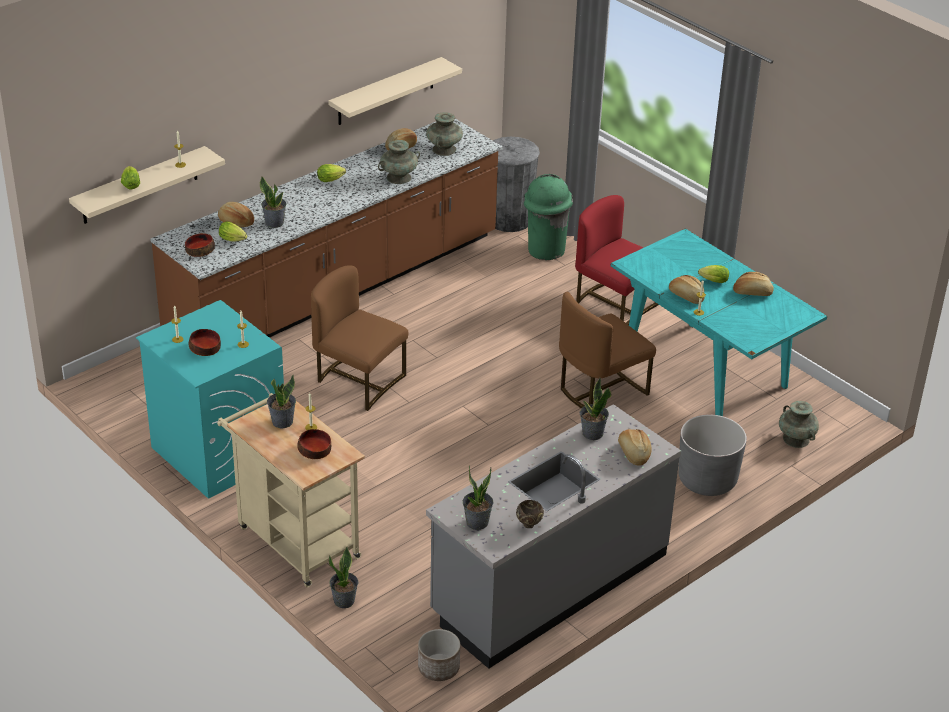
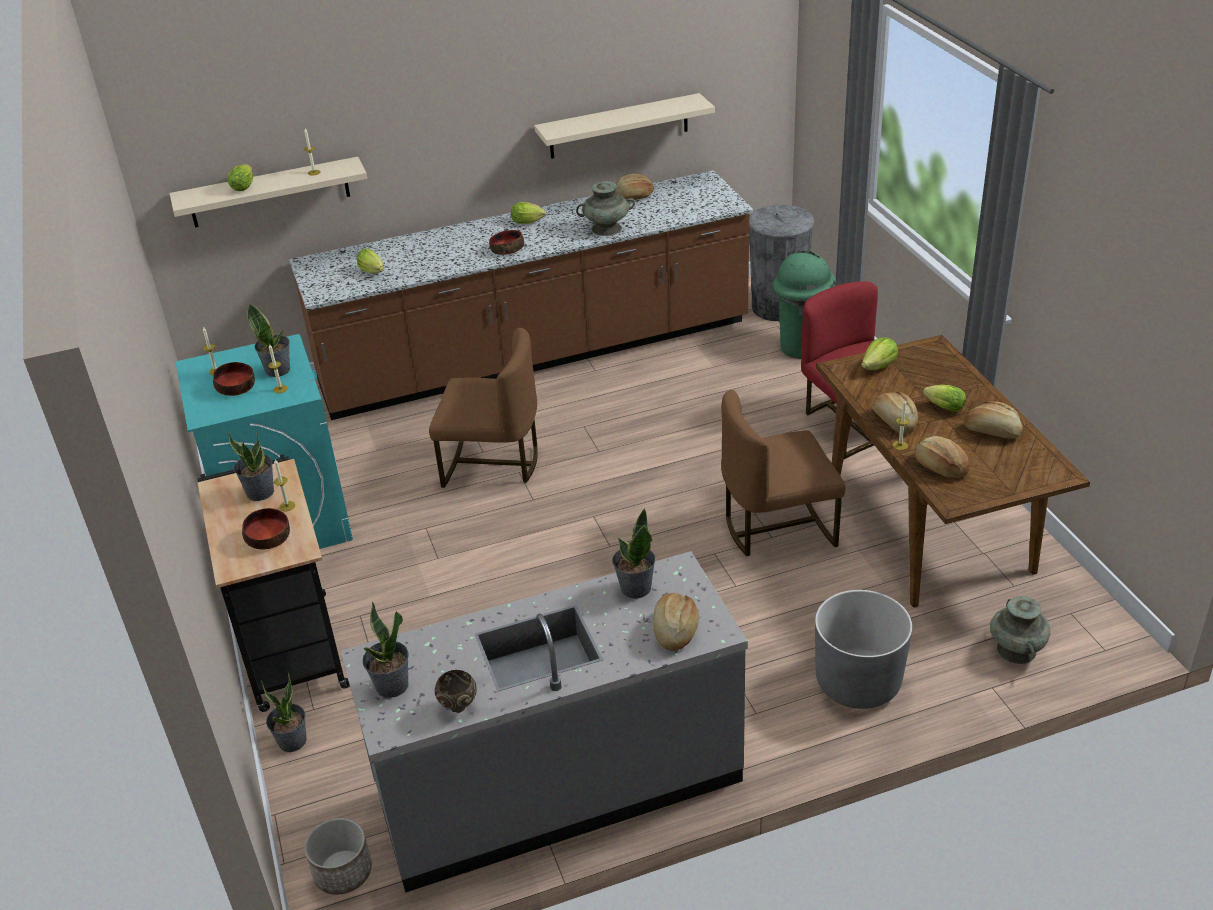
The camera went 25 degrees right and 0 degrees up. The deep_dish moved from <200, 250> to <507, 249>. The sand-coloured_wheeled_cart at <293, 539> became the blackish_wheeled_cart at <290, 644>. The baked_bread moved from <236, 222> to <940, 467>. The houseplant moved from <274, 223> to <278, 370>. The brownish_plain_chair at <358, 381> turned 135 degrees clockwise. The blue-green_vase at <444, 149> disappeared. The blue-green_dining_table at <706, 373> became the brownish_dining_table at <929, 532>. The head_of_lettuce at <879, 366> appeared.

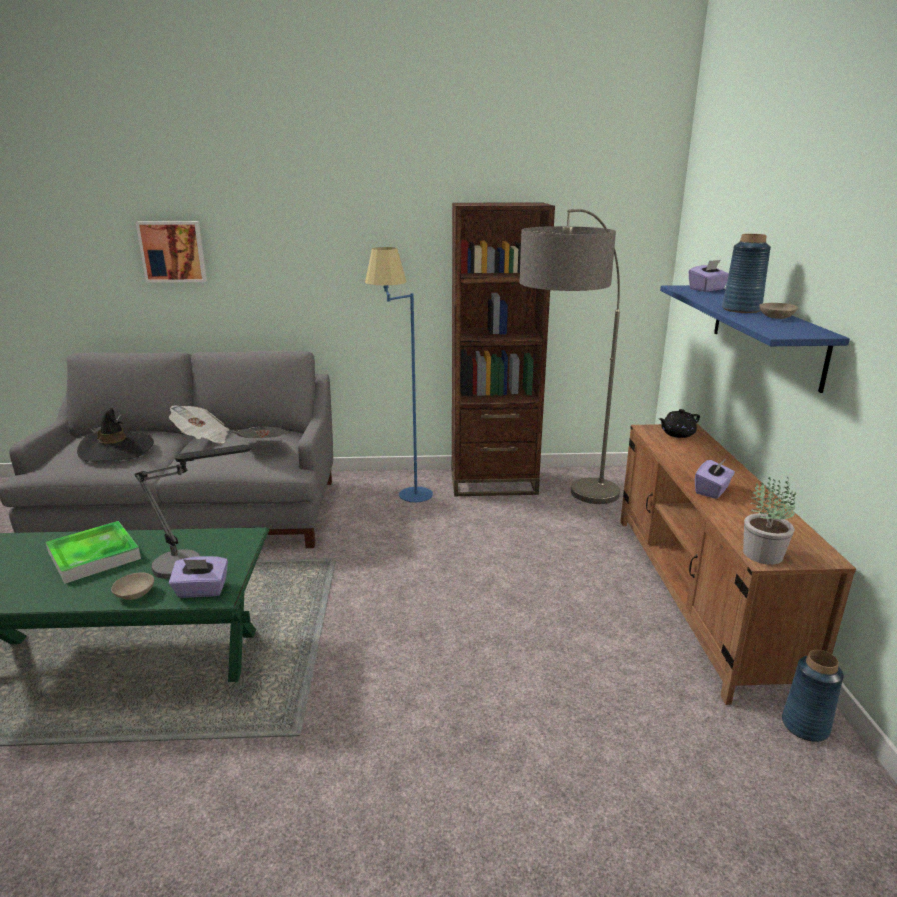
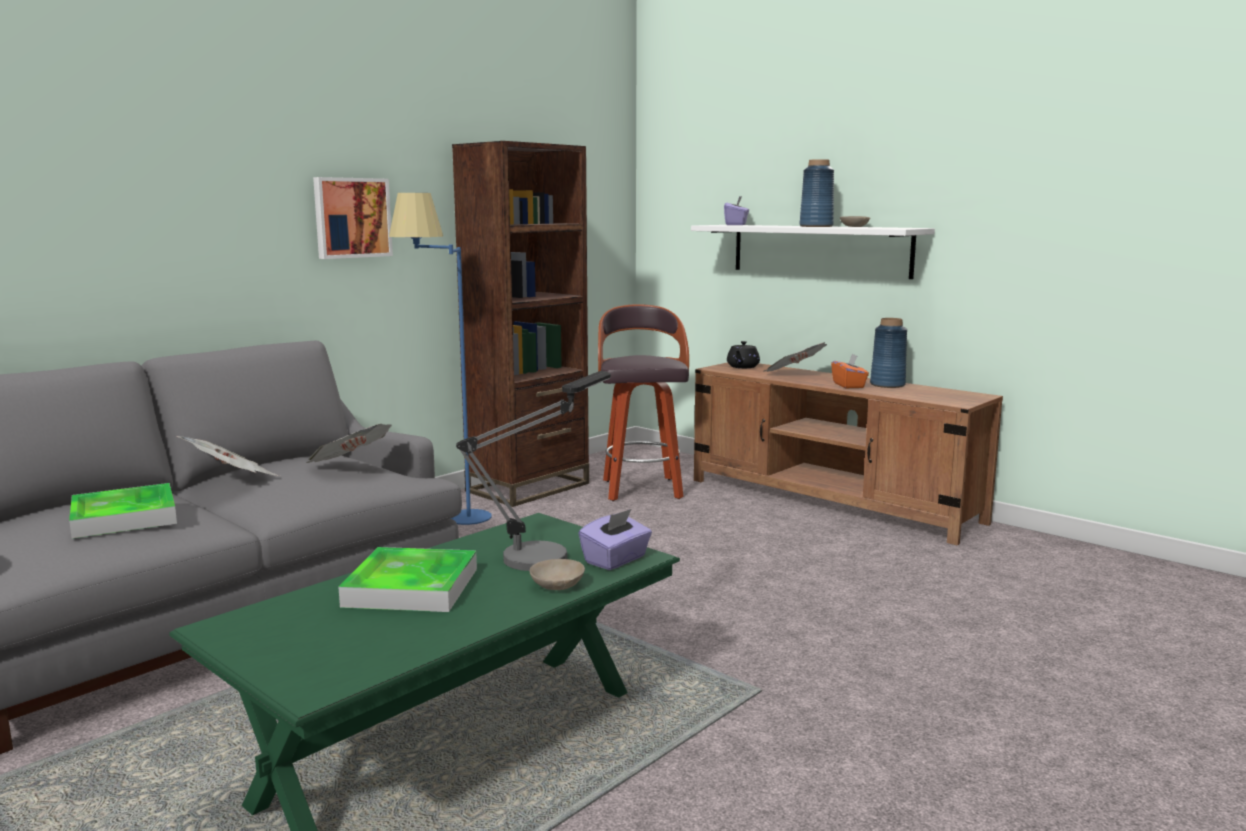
The camera went 45 degrees left and 10 degrees down. The blackish_clothing_hat at <116, 449> was replaced by the tray at <124, 517>. The wall_picture moved from <173, 251> to <351, 218>. The standard_lamp at <565, 514> was replaced by the stool_seat at <641, 489>. The bluish_shelf at <765, 333> became the white-coloured_shelf at <819, 250>. The purple_box_of_tissues at <712, 490> became the orangey_box_of_tissues at <849, 385>. The houseplant at <762, 554> disappeared. The bluish_vase moved from <805, 726> to <887, 385>. The daily_paper at <793, 375> appeared.

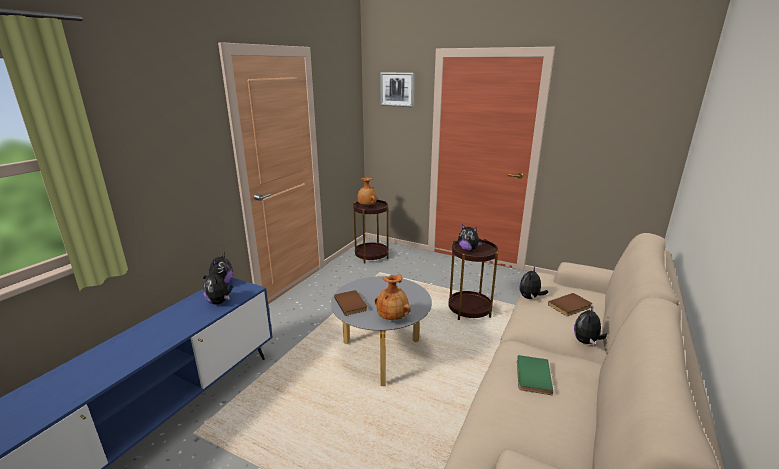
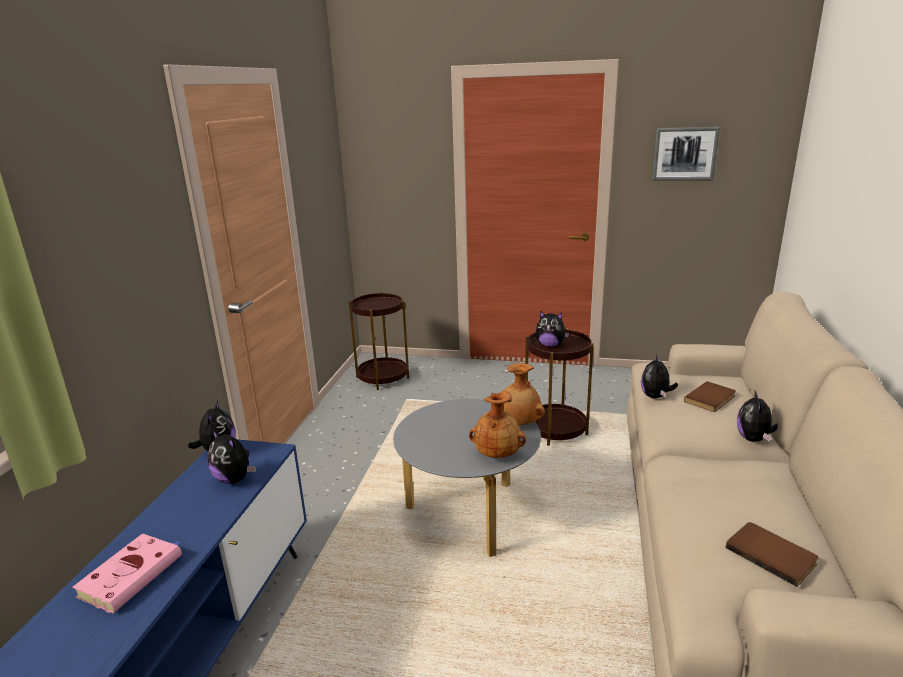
The camera went 15 degrees left and 0 degrees up. The brownish_bound_book moved from <351, 304> to <772, 554>. The brownish_vase moved from <366, 205> to <519, 423>. The wall_picture moved from <397, 89> to <684, 154>. The greenish_bound_book at <531, 376> disappeared. The pink-coloured_bound_book at <133, 574> appeared.

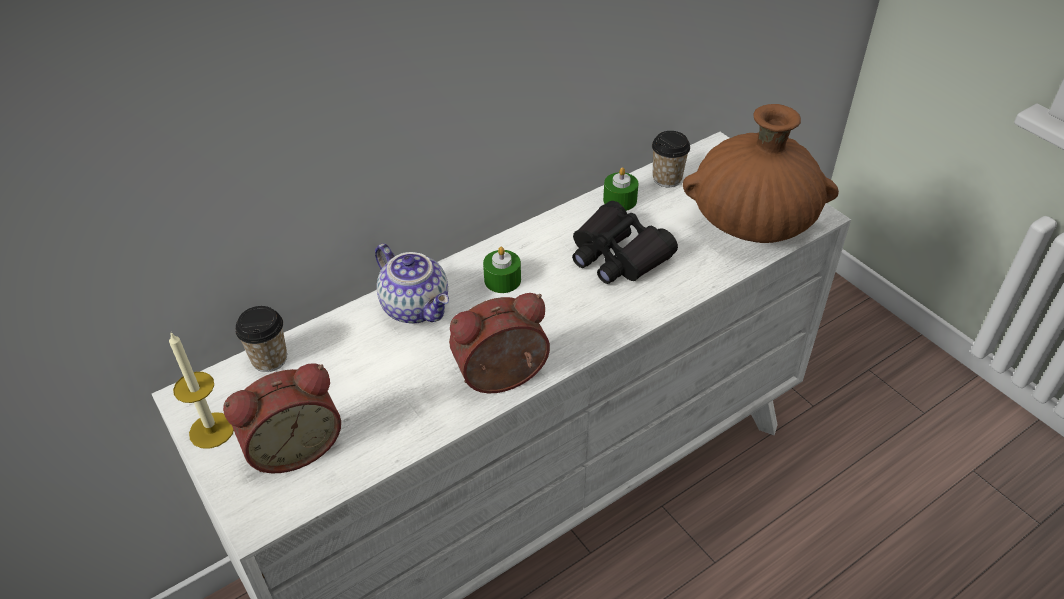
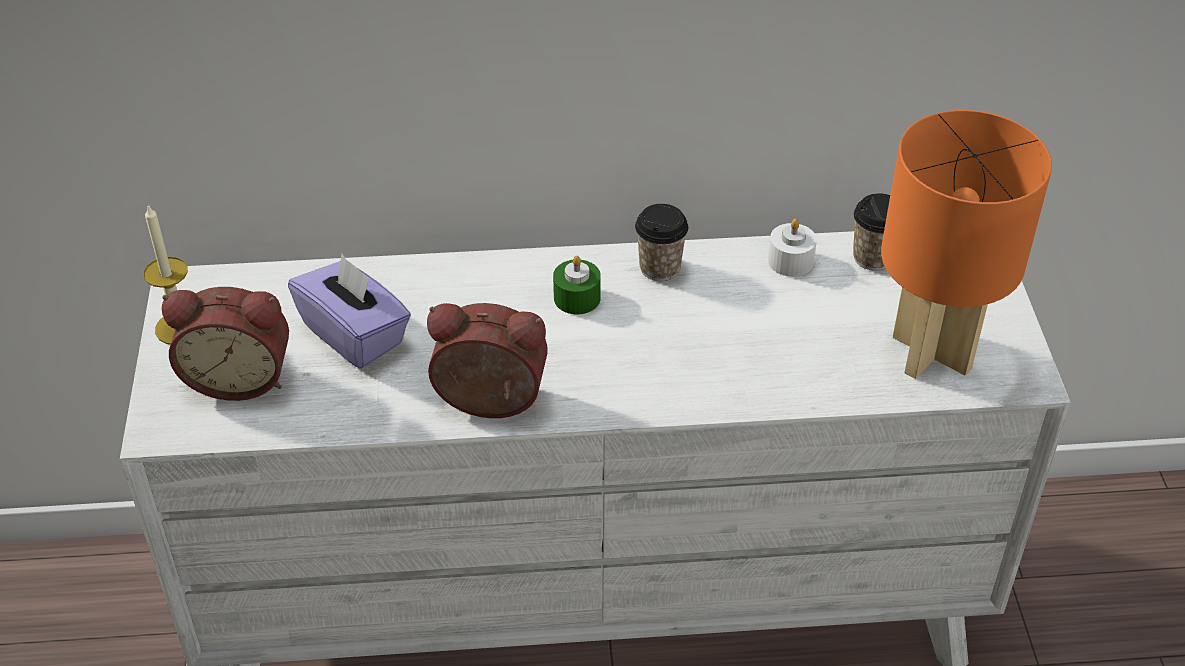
The camera went 30 degrees right and 0 degrees up. The cup moved from <269, 359> to <660, 268>. The tea_pot at <417, 307> disappeared. The blackish_field_glasses at <618, 255> disappeared. The greenish_wax_candle at <620, 200> became the white-coloured_wax_candle at <790, 261>. The brownish_vase at <752, 222> was replaced by the orangey_table_lamp at <933, 353>. The purple_box_of_tissues at <355, 334> appeared.

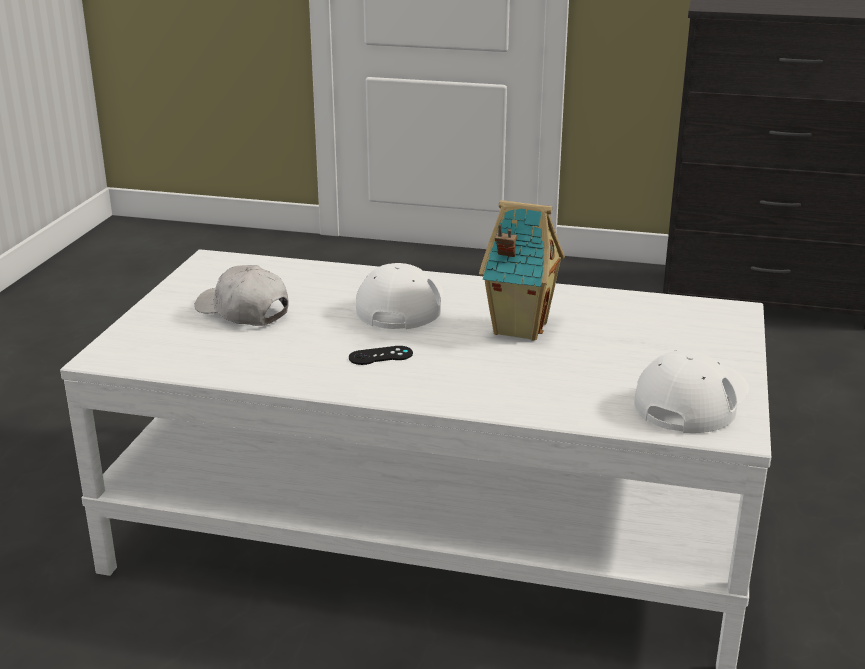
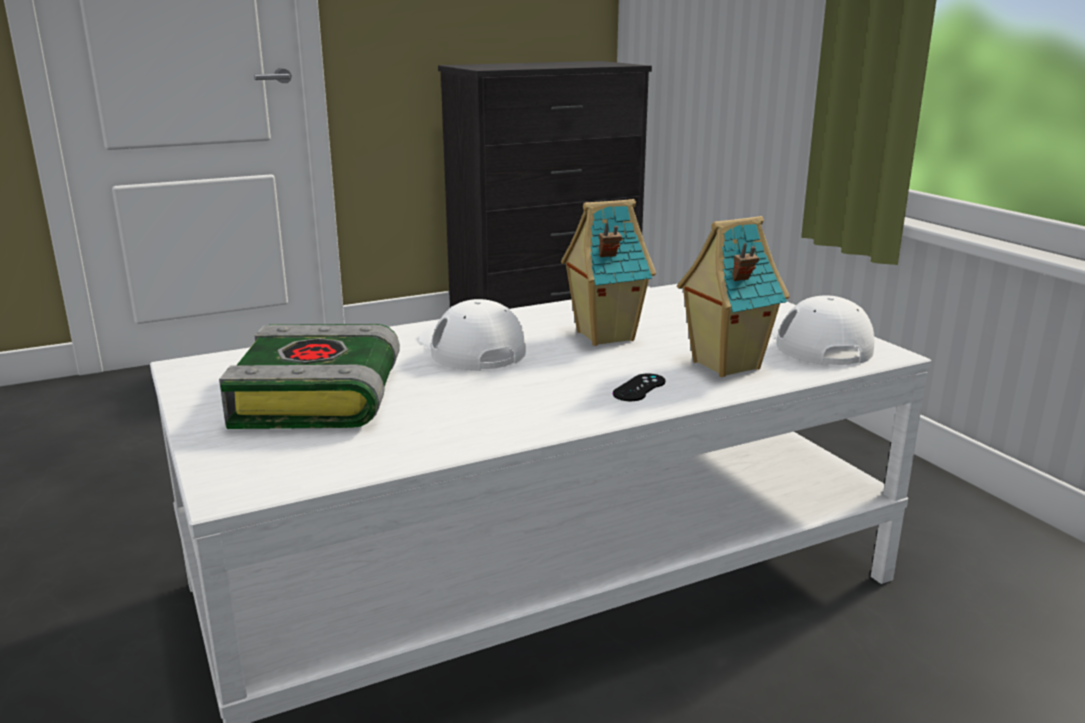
The camera went 40 degrees left and 5 degrees down. The white-coloured_peaked_cap at <243, 311> was replaced by the bound_book at <321, 398>. The blackish_gamepad moved from <380, 356> to <639, 388>. The toy_house at <723, 365> appeared.

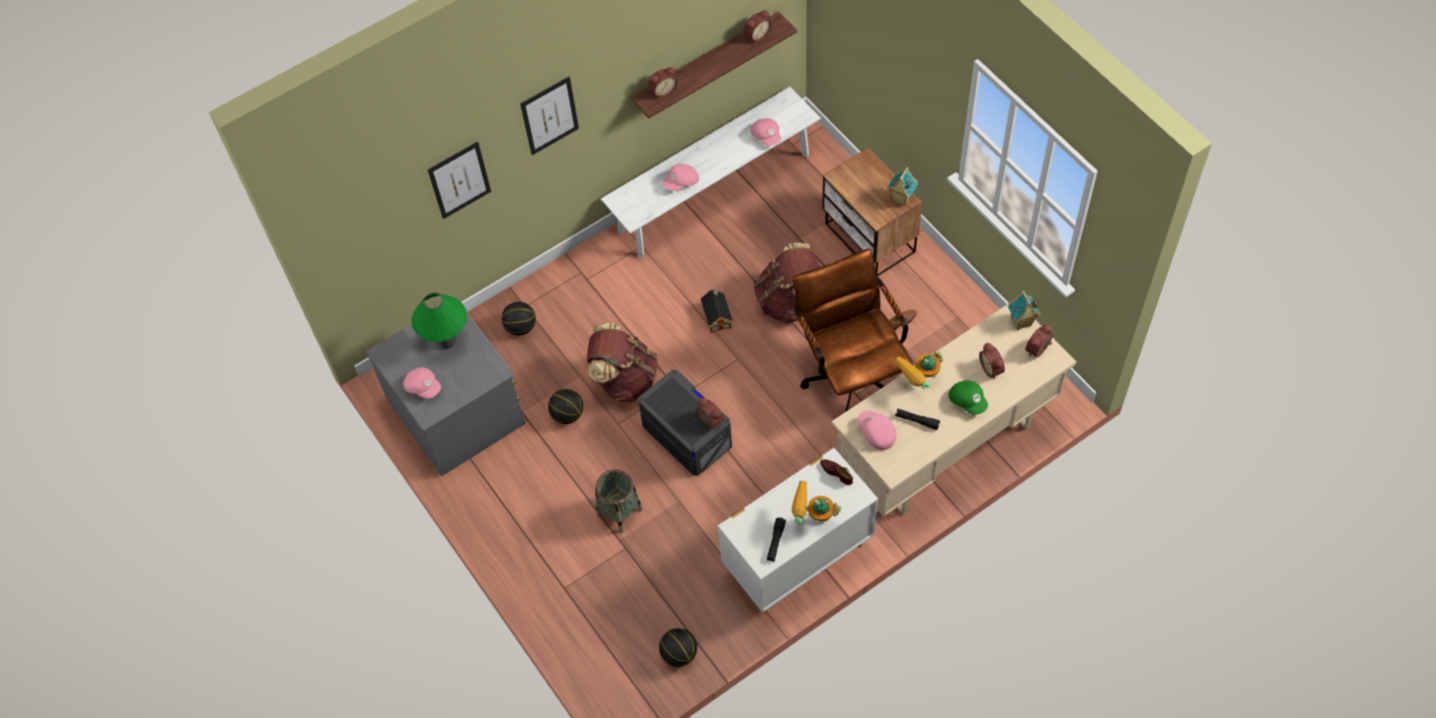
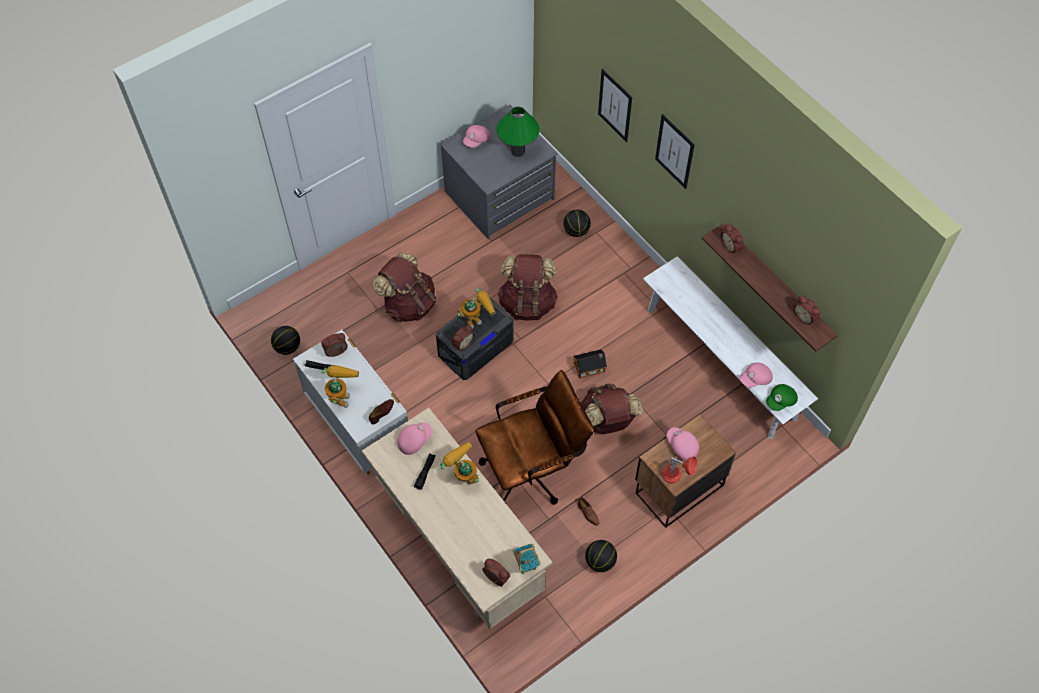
The camera went 85 degrees right and 0 degrees up. The ball_for_basketball moved from <567, 414> to <600, 561>. The storage_basket at <619, 512> was replaced by the brownish_backpack at <408, 304>. The pink-coloured_peaked_cap moved from <682, 182> to <681, 447>. The toy_house at <900, 199> was replaced by the red_table_lamp at <676, 478>. The greenish_peaked_cap moved from <968, 401> to <781, 401>. The alarm_clock moved from <992, 368> to <336, 352>. The toy_robot at <477, 318> appeared.

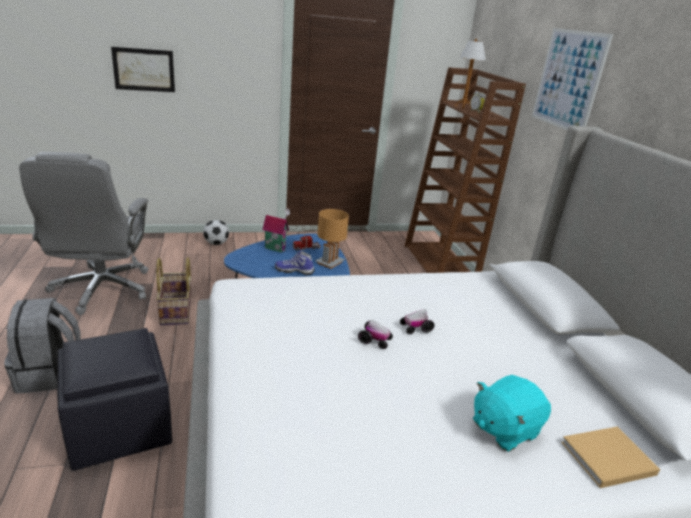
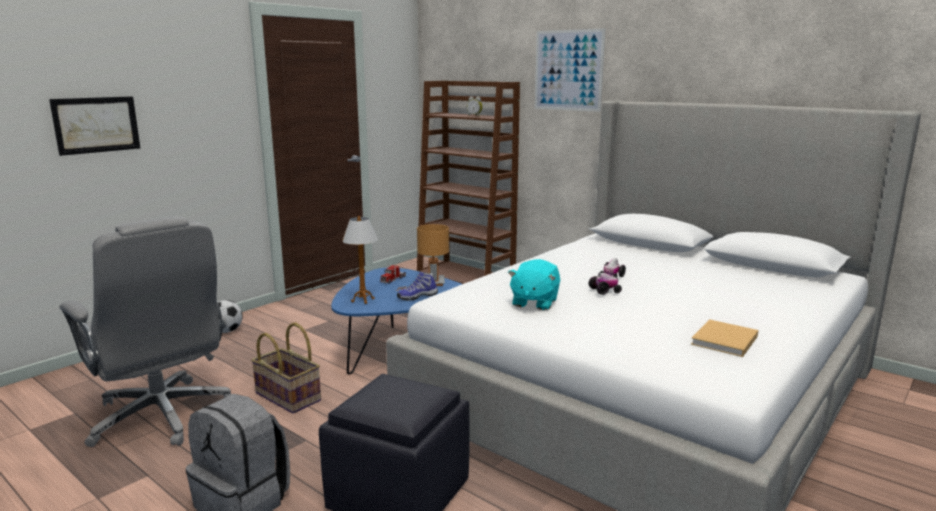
The camera went 35 degrees left and 10 degrees down. The toy_house at <276, 248> disappeared. The table_lamp moved from <463, 107> to <363, 300>. The blue-green_plush_toy moved from <504, 428> to <534, 302>. The sand-coloured_bound_book moved from <605, 458> to <724, 341>.

